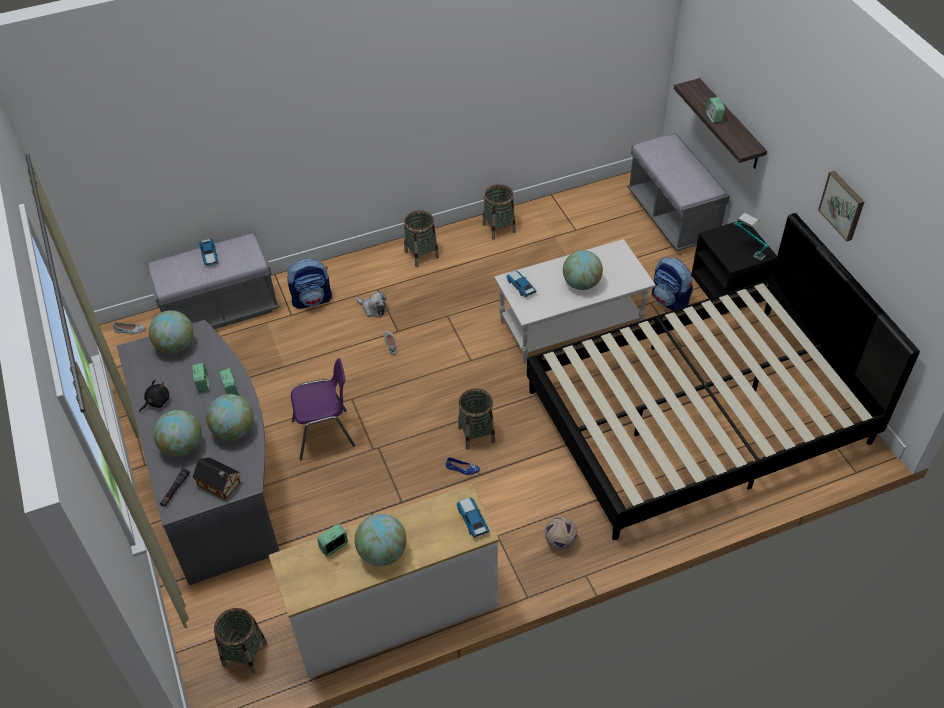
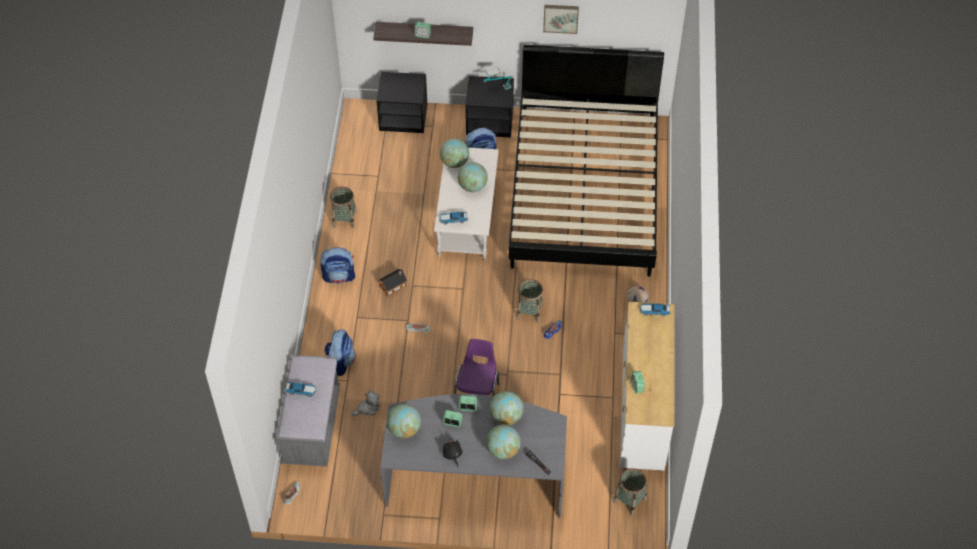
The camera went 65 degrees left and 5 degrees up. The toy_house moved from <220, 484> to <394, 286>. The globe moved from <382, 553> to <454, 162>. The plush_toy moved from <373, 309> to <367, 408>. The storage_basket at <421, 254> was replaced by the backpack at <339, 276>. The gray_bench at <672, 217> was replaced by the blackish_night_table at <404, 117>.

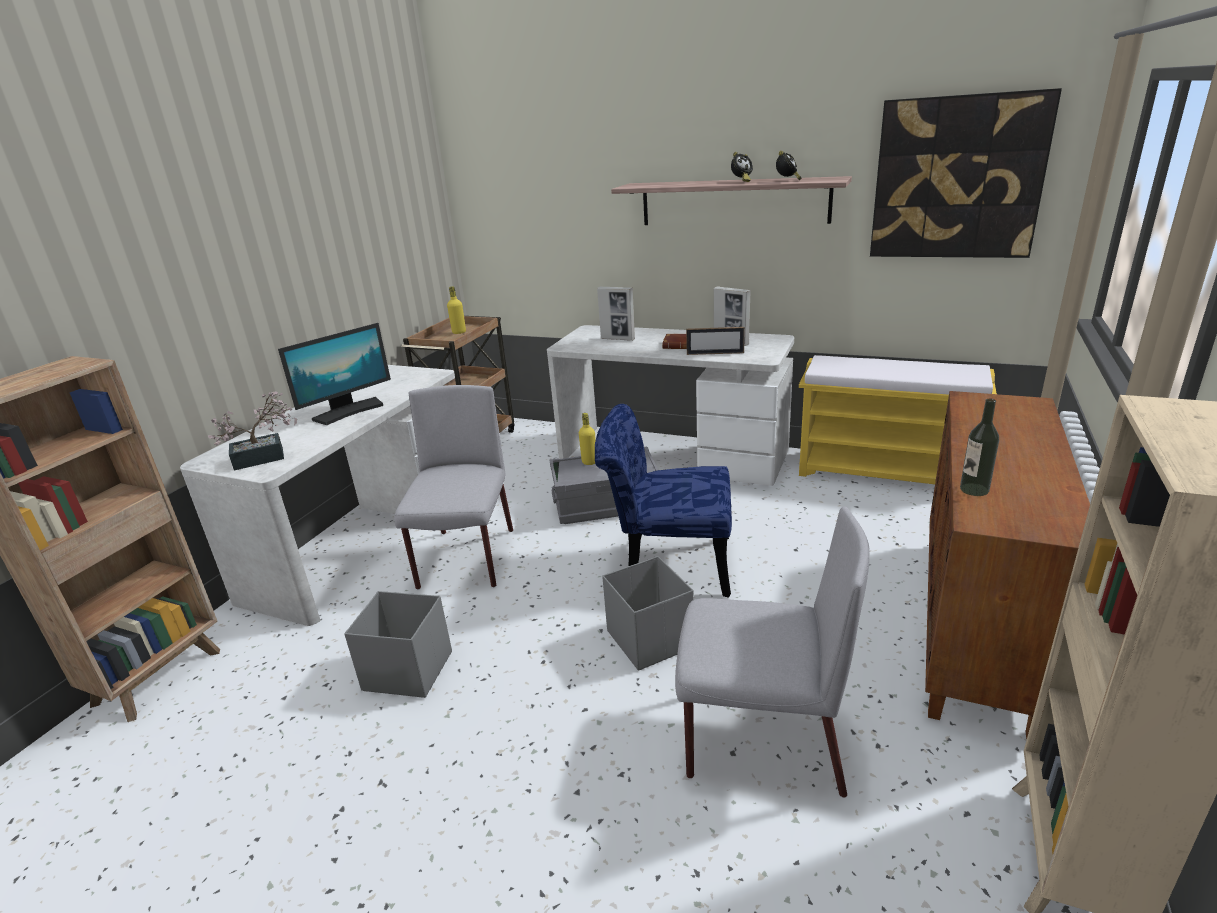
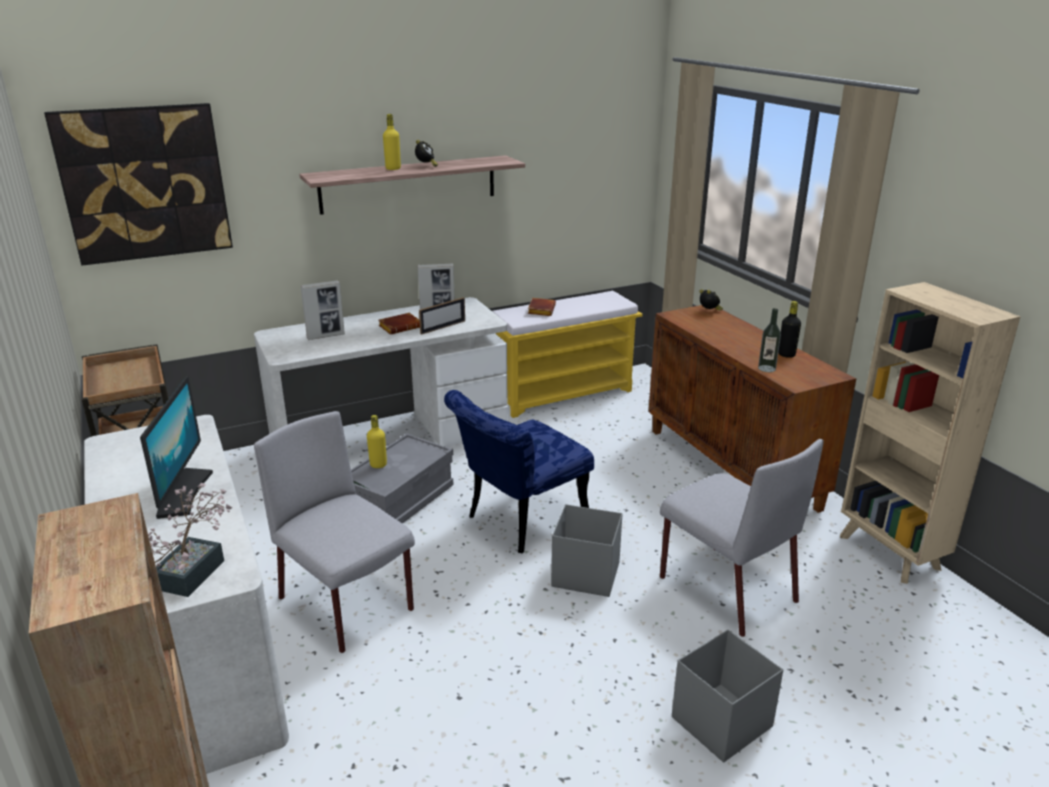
The camera went 50 degrees left and 0 degrees up. The gray_storage_box moved from <407, 670> to <720, 722>. The yellowish_bottle moved from <459, 332> to <393, 168>. The gray_plain_chair at <761, 740> turned 90 degrees clockwise. The alarm_clock moved from <787, 180> to <709, 311>. The wall_picture moved from <957, 178> to <144, 183>. The brownish_bound_book at <540, 310> appeared. The blackish_bottle at <786, 355> appeared.

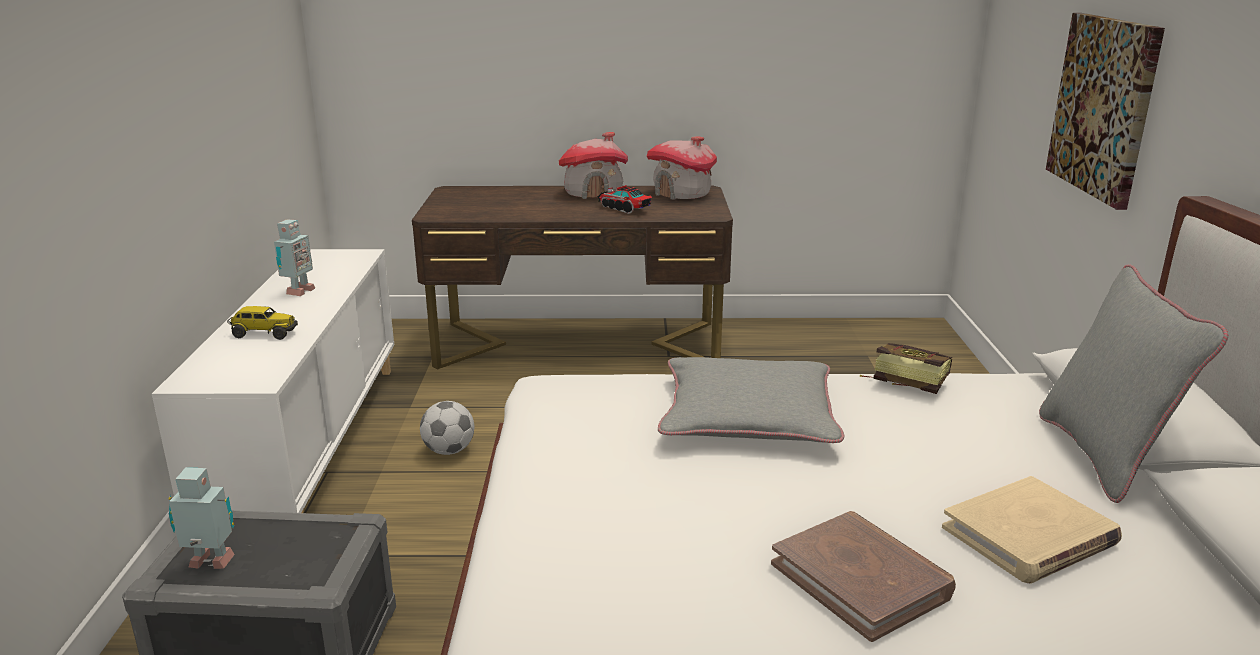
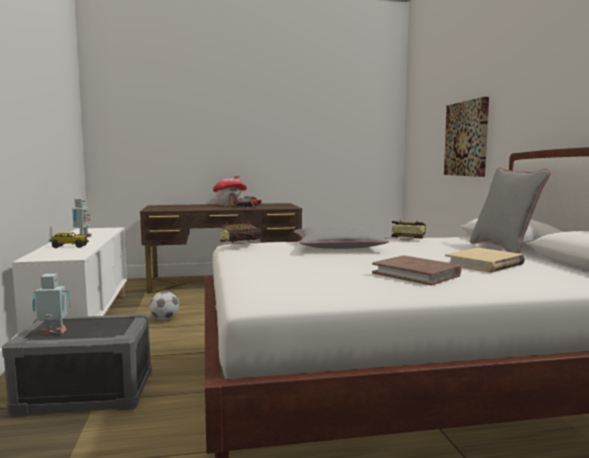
The camera went 10 degrees left and 15 degrees down. The toy_house at <682, 194> disappeared. The bound_book at <244, 244> appeared.

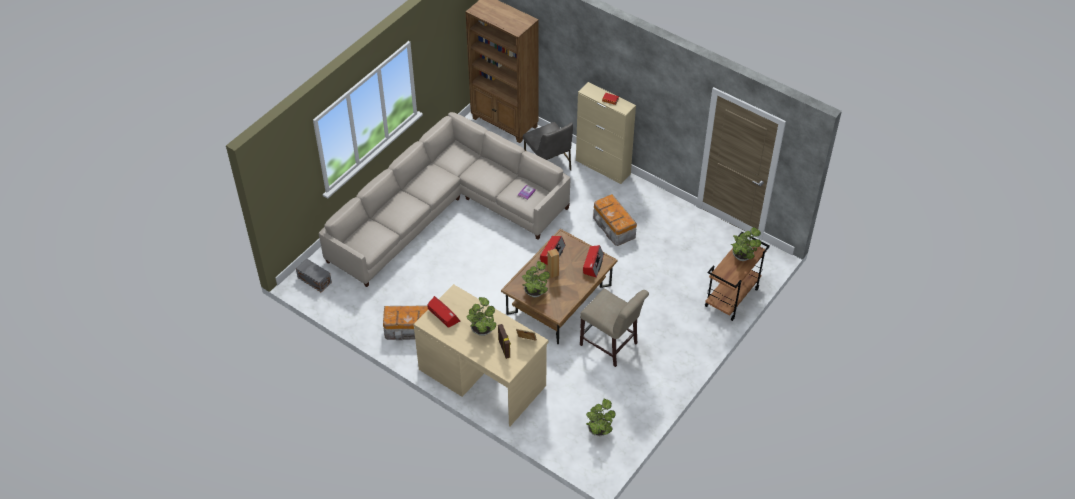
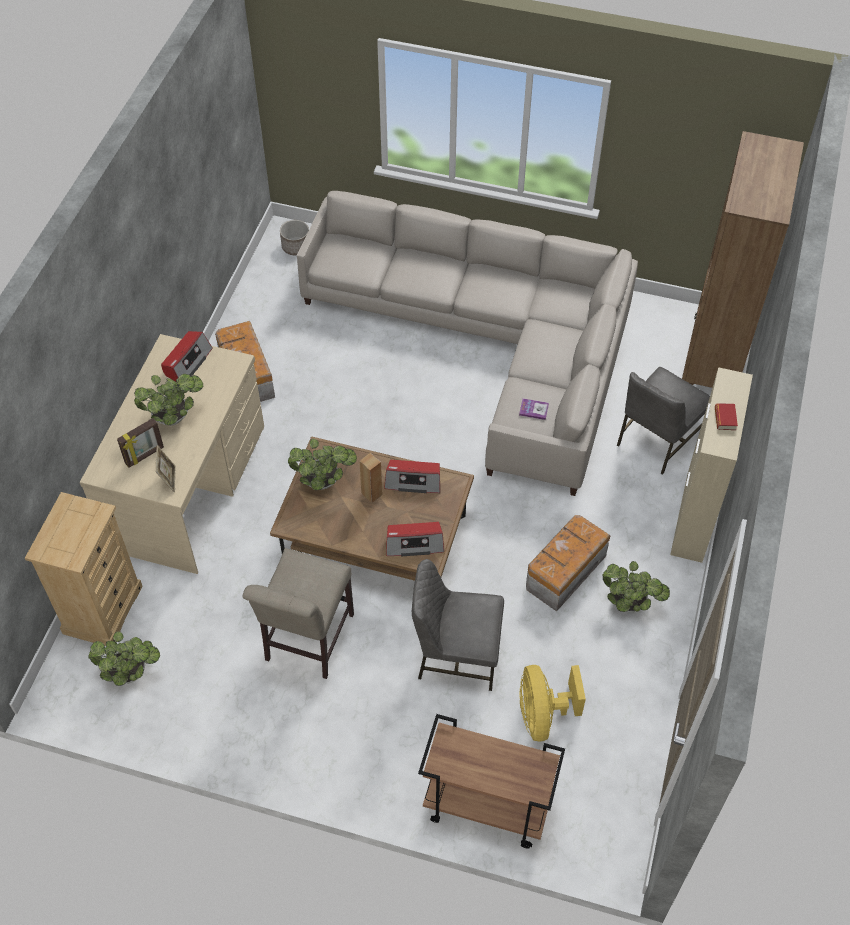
The camera went 70 degrees right and 5 degrees up. The gray_storage_box at <314, 279> was replaced by the planter at <296, 246>. The houseplant moved from <743, 256> to <630, 603>. The sand-coloured_drawer_chest at <103, 609> appeared. The gray_plain_chair at <456, 654> appeared. The yellowish_fan at <542, 715> appeared.

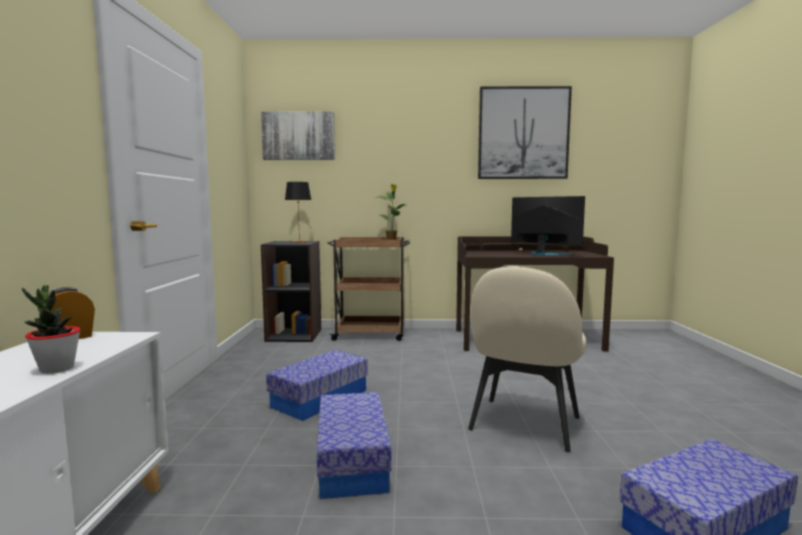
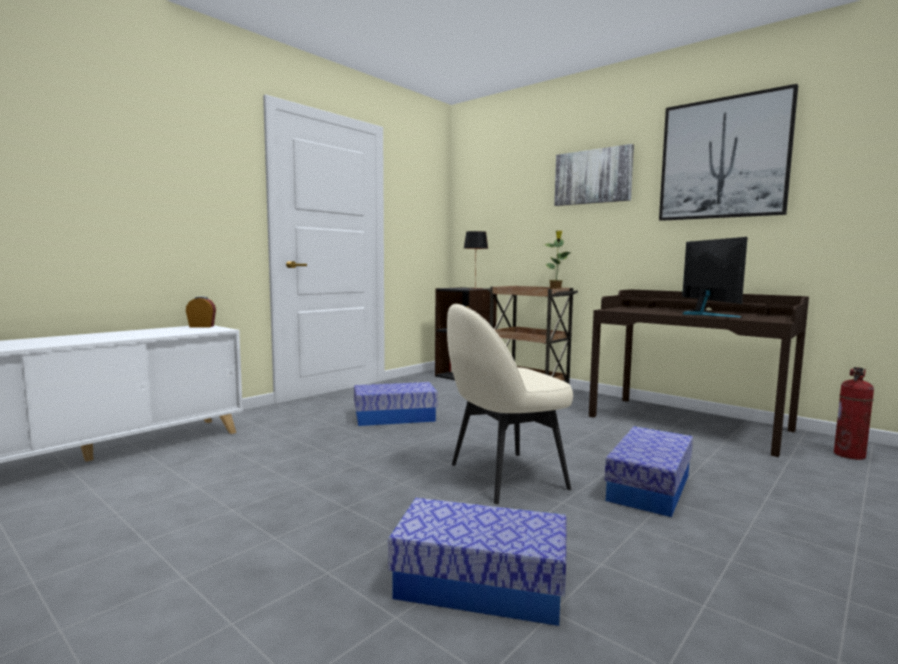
The camera went 40 degrees right and 0 degrees up. The houseplant at <56, 369> disappeared. The wall_picture moved from <298, 136> to <593, 177>. The storage_box moved from <352, 460> to <649, 487>. The fire-fighting_cylinder at <850, 455> appeared.

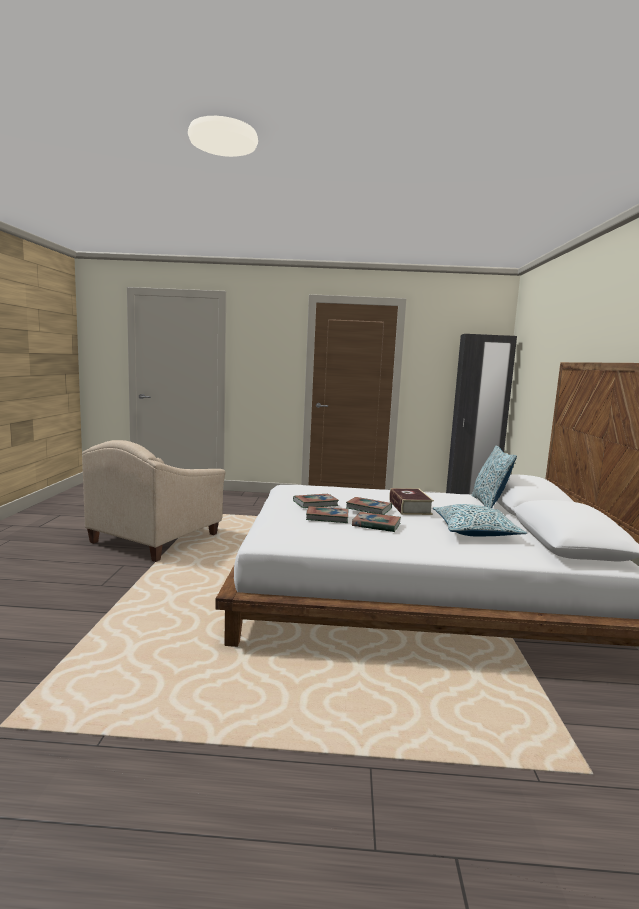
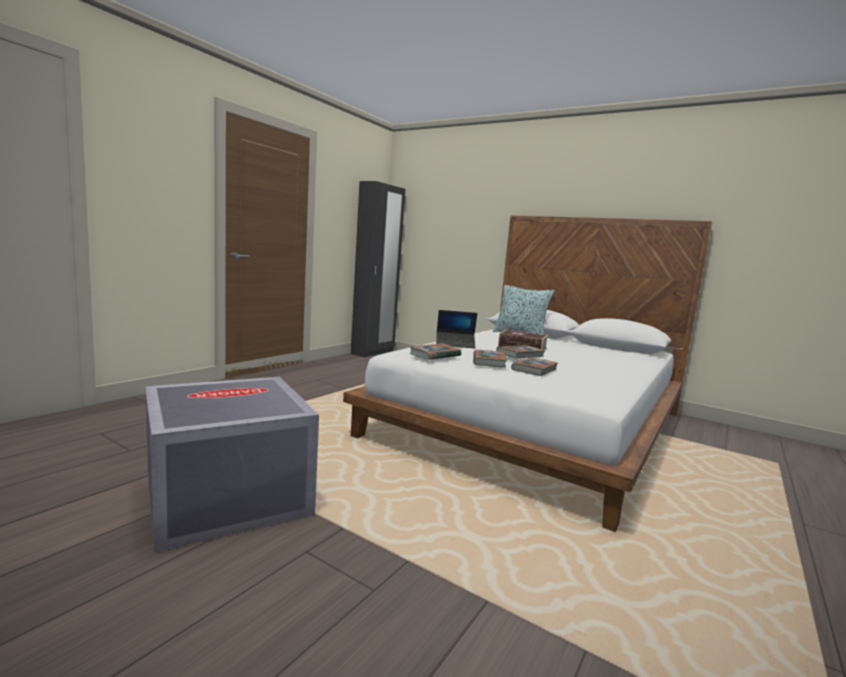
The camera went 60 degrees left and 0 degrees up. The sand-coloured_lounge_chair at <156, 539> was replaced by the gray_storage_box at <226, 498>. The bound_book moved from <376, 525> to <435, 355>. The throw_pillow at <475, 531> disappeared. The portable_computer at <455, 344> appeared.

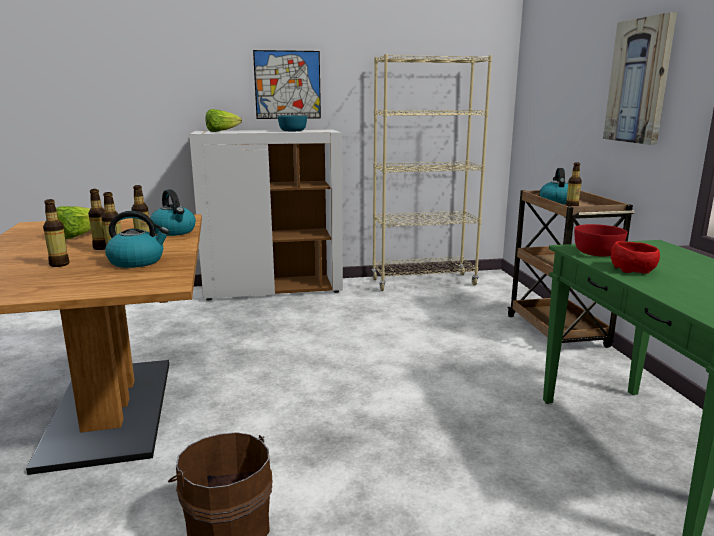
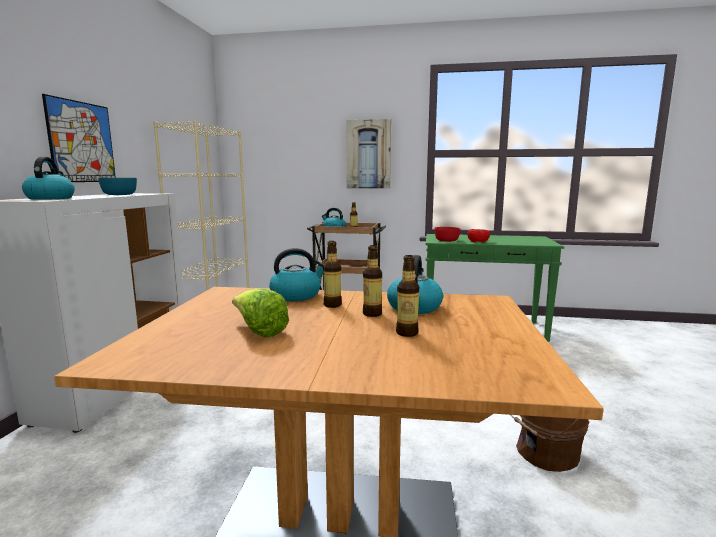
The camera went 70 degrees left and 5 degrees down. The bottle at <102, 248> disappeared. The head_of_lettuce at <222, 131> was replaced by the tea_kettle at <50, 198>.

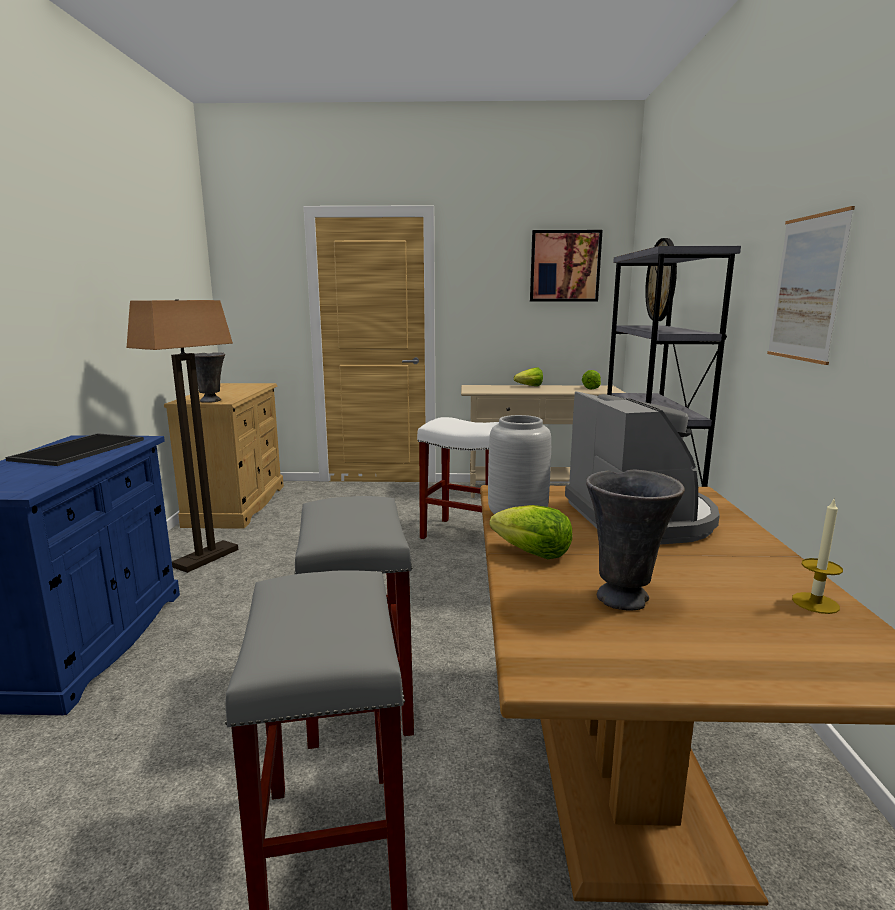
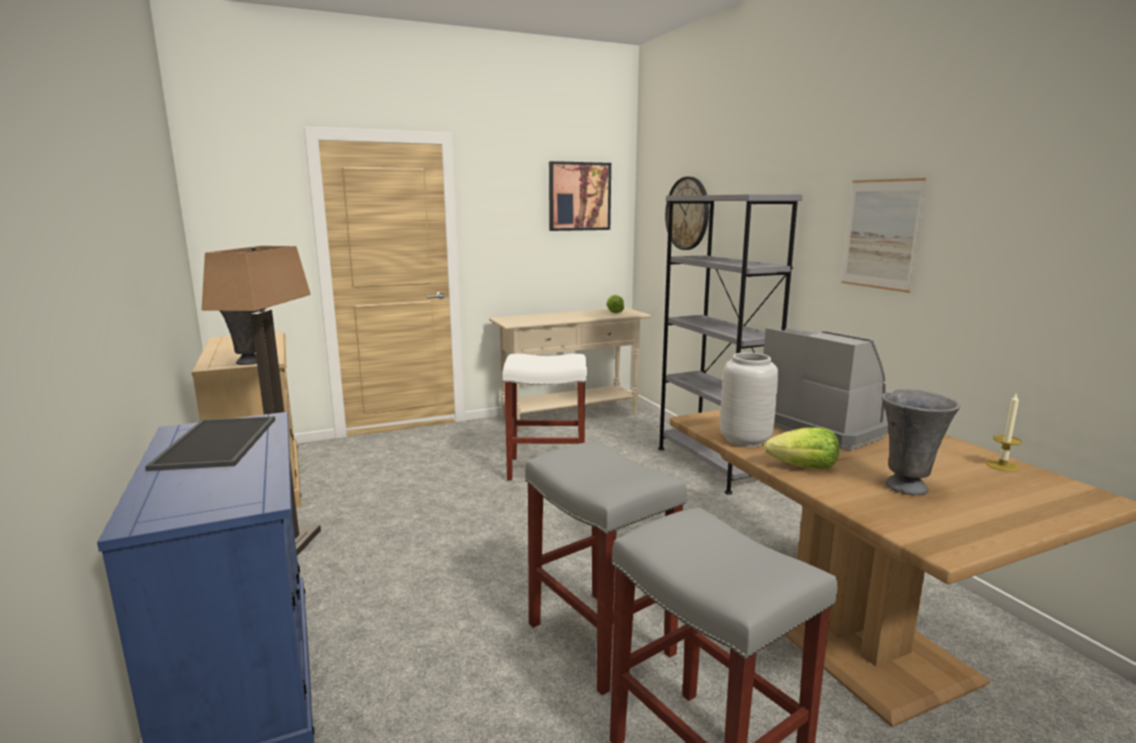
The camera went 25 degrees left and 0 degrees up. The head_of_lettuce at <527, 386> disappeared.

